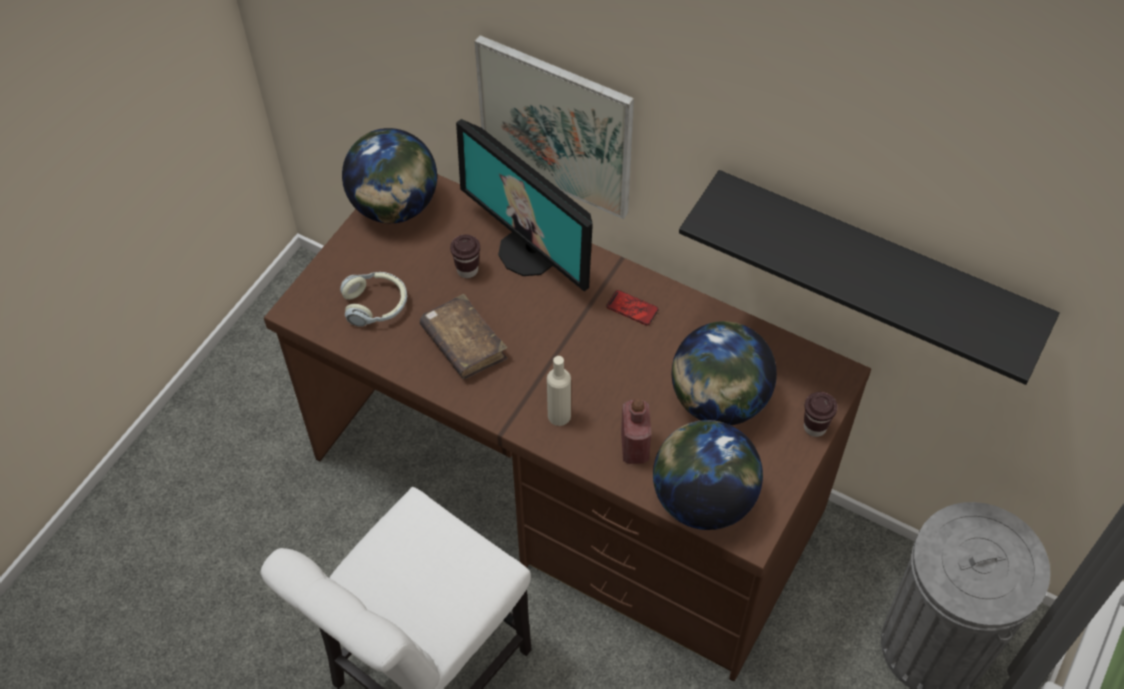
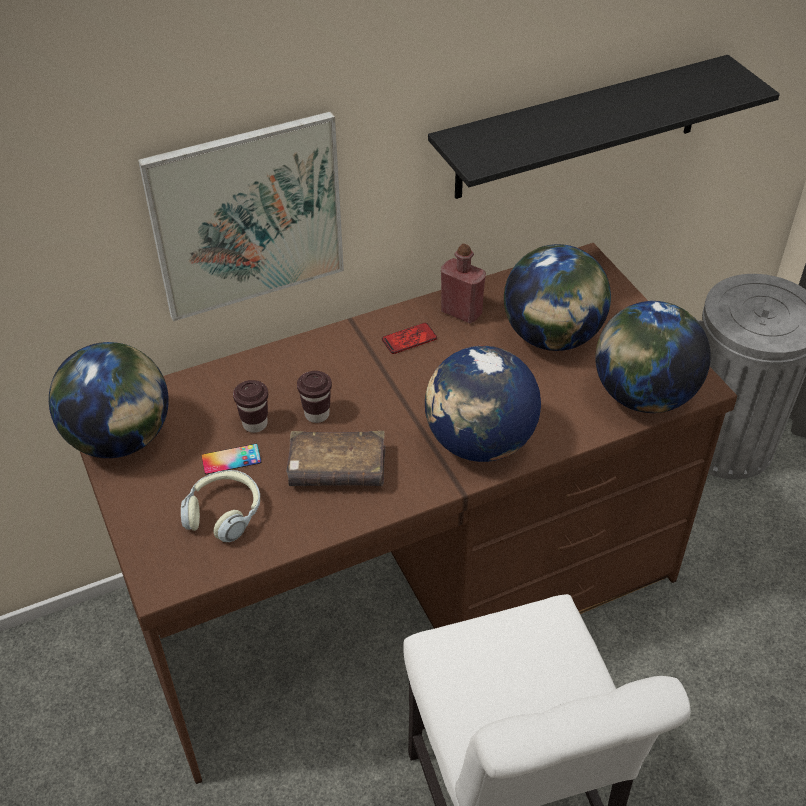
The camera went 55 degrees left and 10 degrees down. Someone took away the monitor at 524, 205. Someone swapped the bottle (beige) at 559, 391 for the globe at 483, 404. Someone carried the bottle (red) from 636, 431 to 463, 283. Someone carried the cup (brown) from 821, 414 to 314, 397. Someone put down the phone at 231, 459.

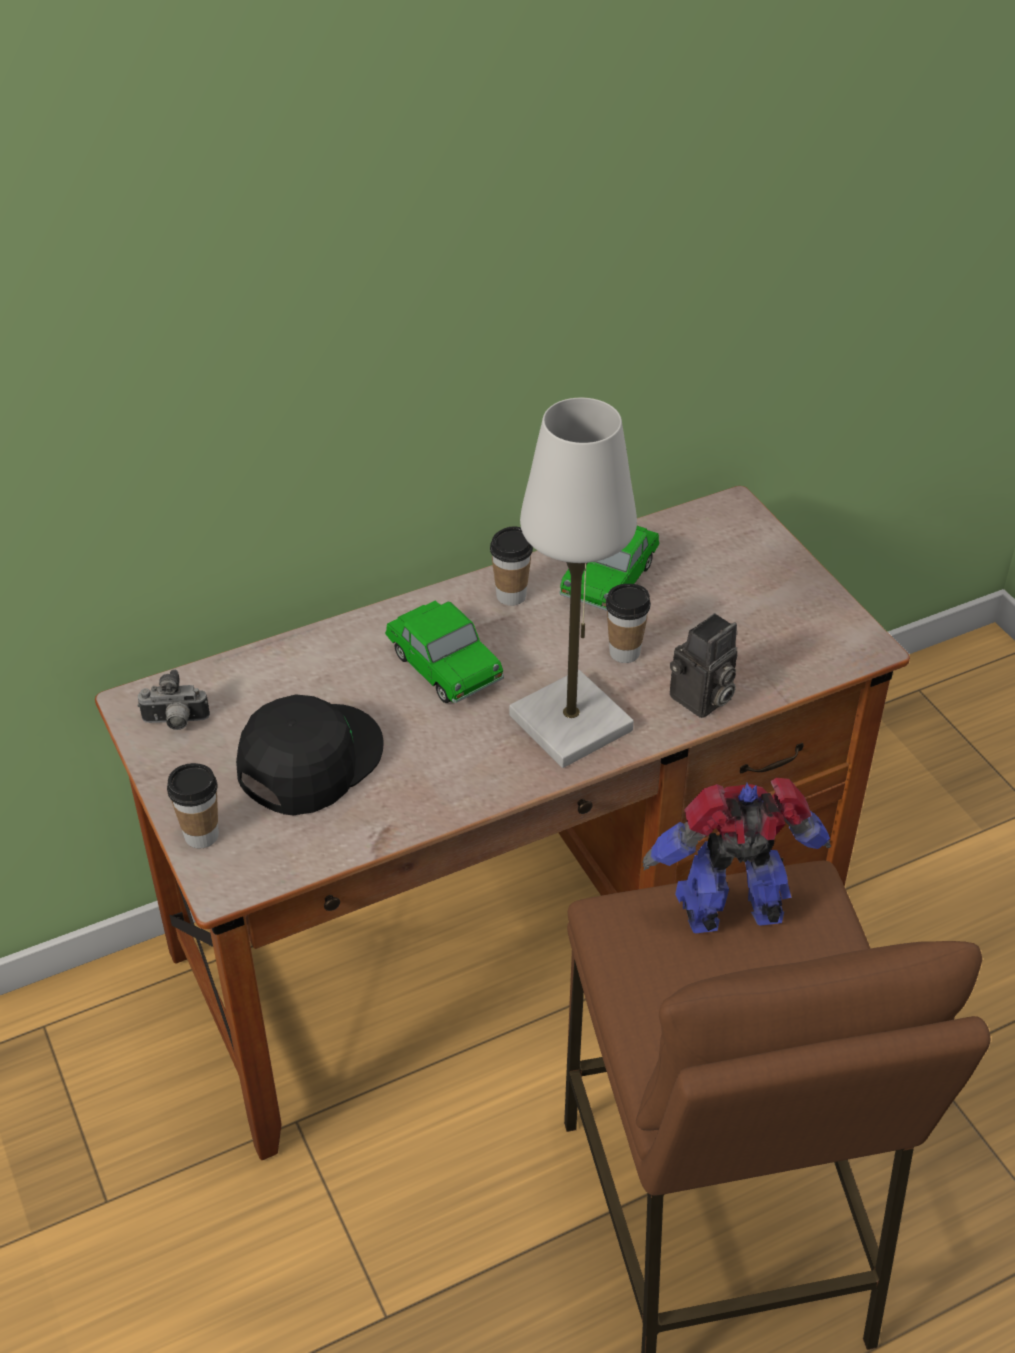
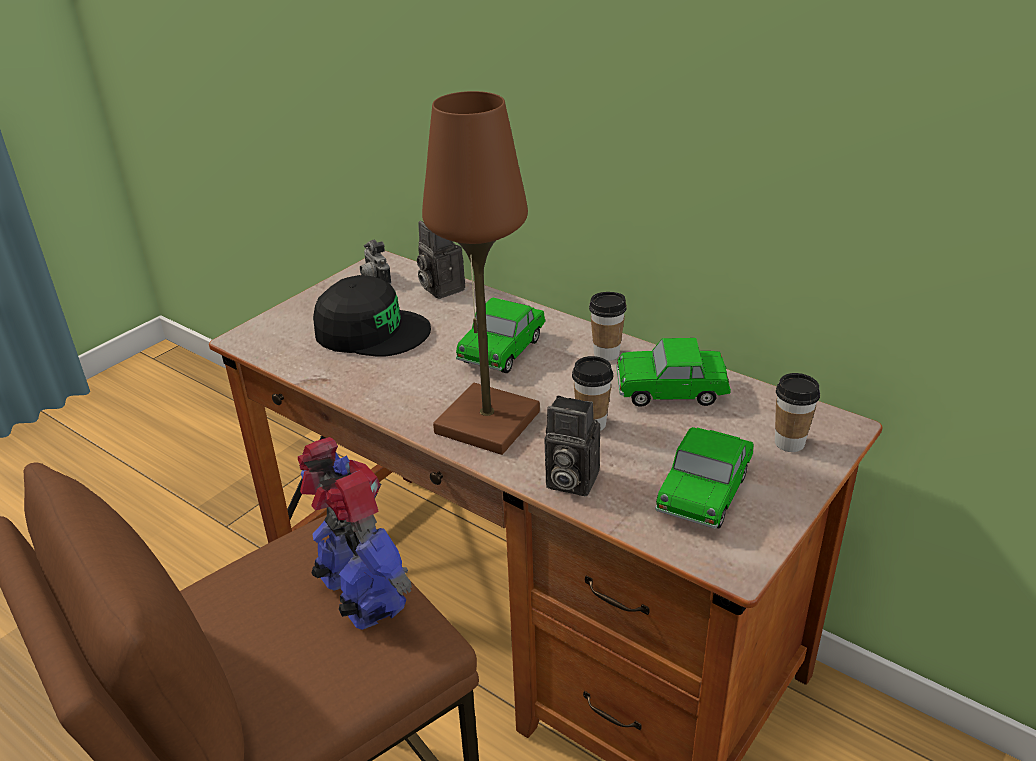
The camera went 65 degrees right and 10 degrees down. Someone carried the cup from 193, 805 to 797, 412. Someone repainted the table lamp (white) at 573, 582, which became the table lamp (brown) at 481, 273. Someone put down the photo camera at 441, 260. Someone put down the toy car at 704, 478.

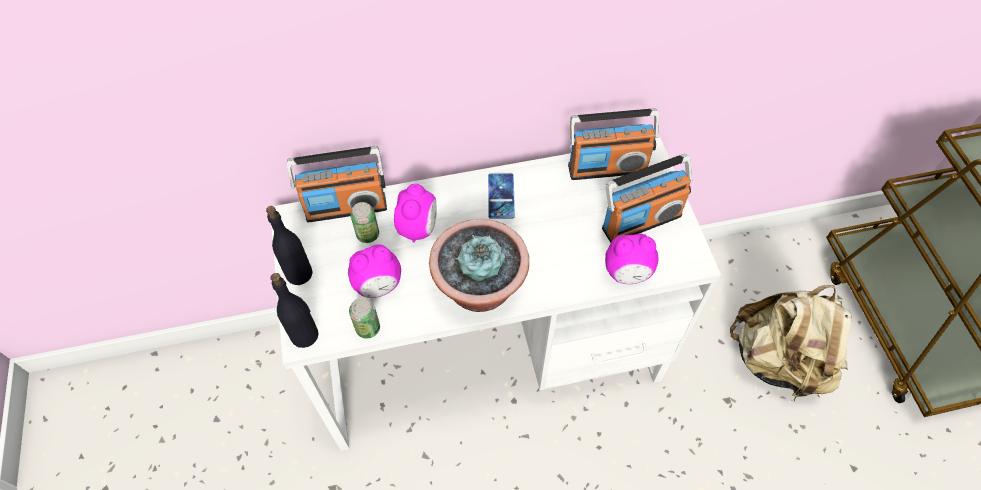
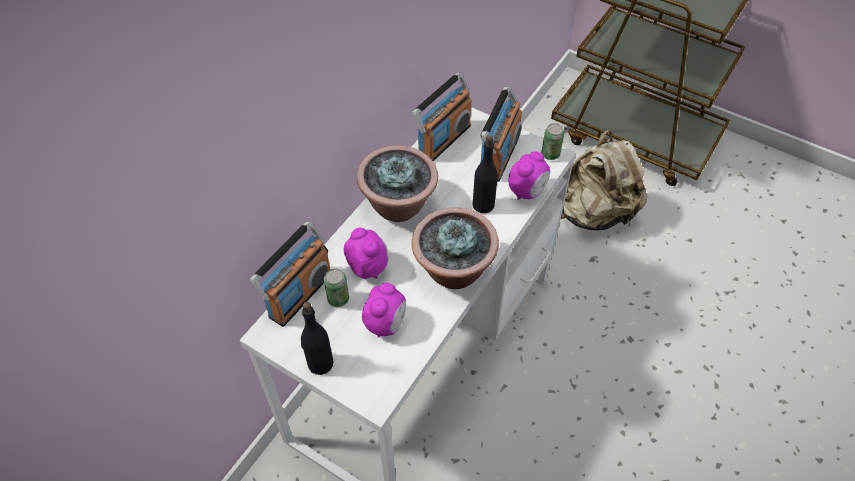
The camera went 45 degrees left and 5 degrees down. Someone carried the bottle (black) from 294, 310 to 485, 174. Someone carried the can from 364, 318 to 552, 141. Someone swapped the phone at 501, 196 for the potted plant at 397, 183.

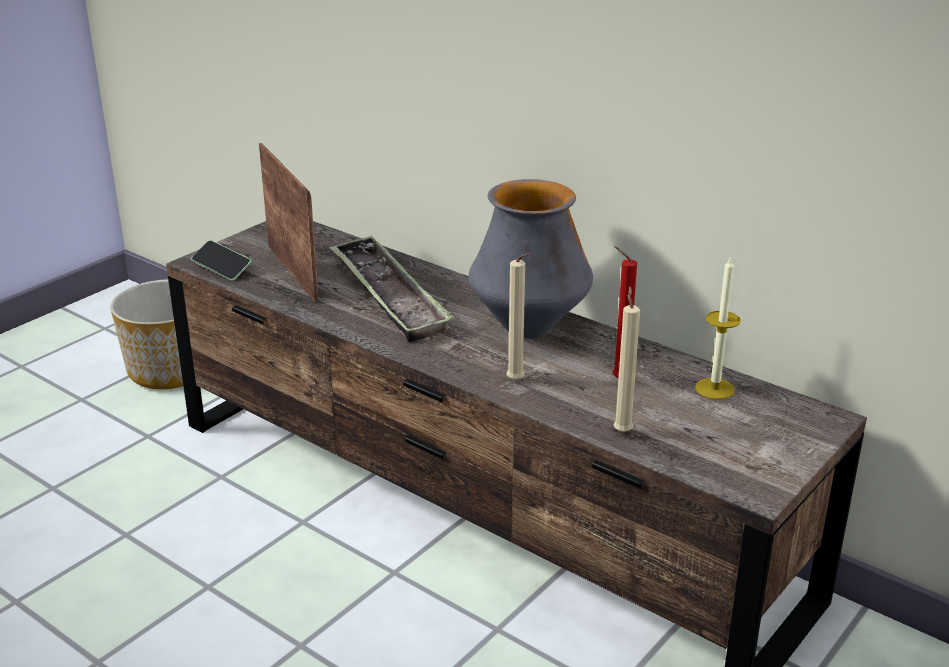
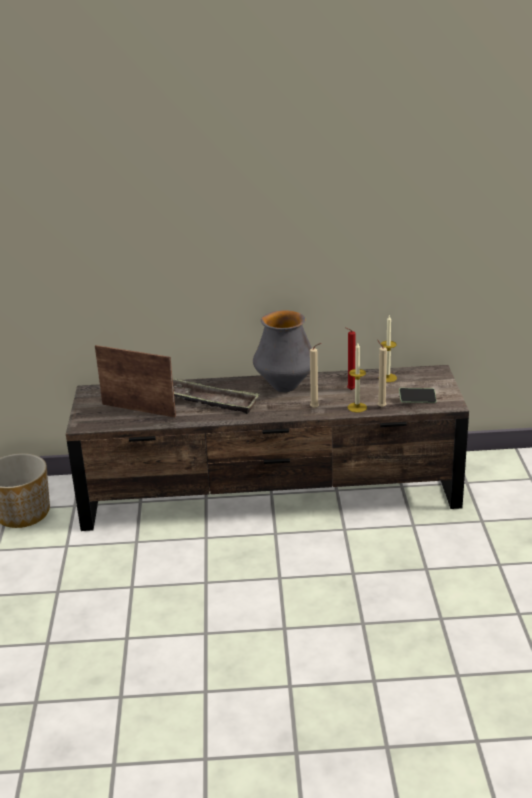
The camera went 40 degrees left and 0 degrees up. Someone carried the phone from 221, 260 to 418, 395. Someone put down the candle at 357, 378.

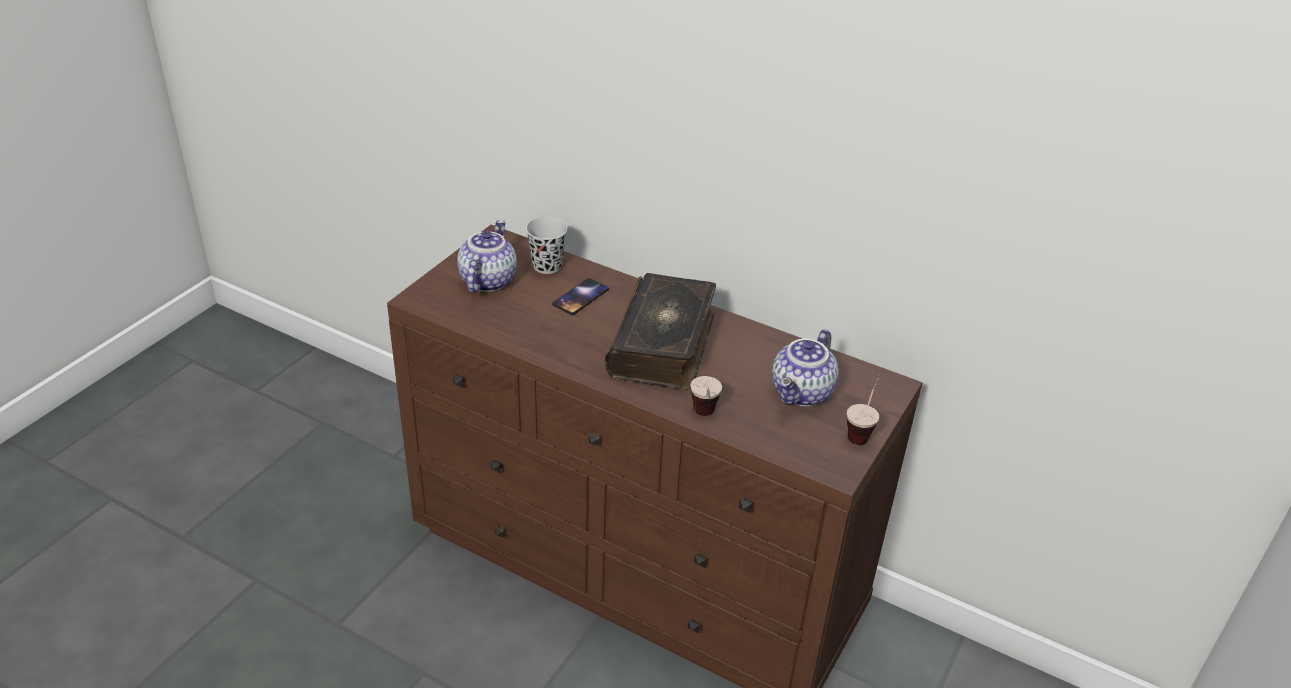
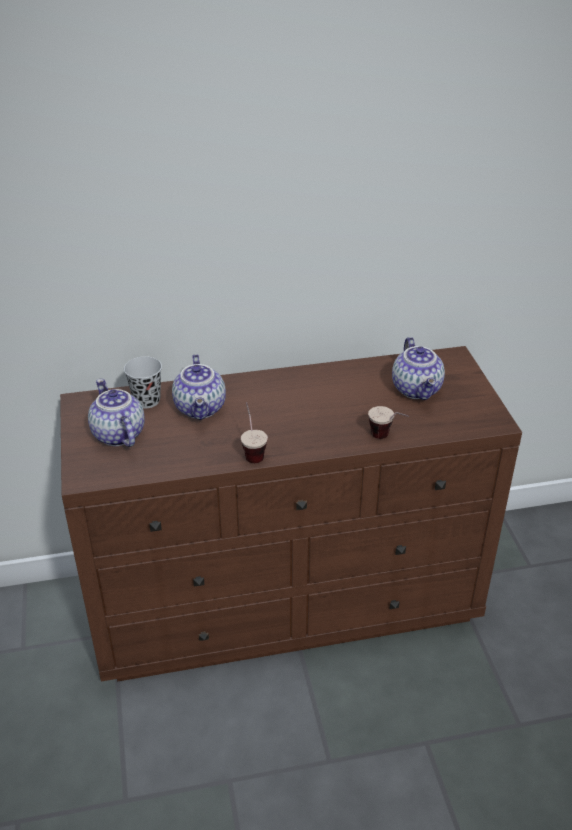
The camera went 40 degrees left and 0 degrees up. Someone swapped the phone at 580, 296 for the teapot at 199, 387. Someone took away the book at 660, 331. Someone carried the cup from 864, 409 to 254, 432.

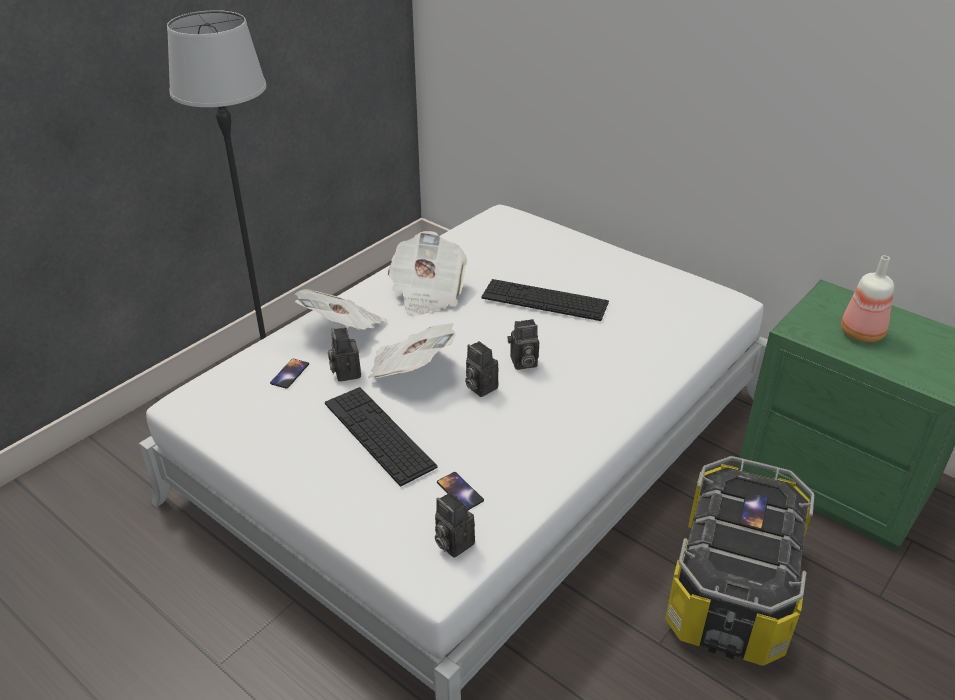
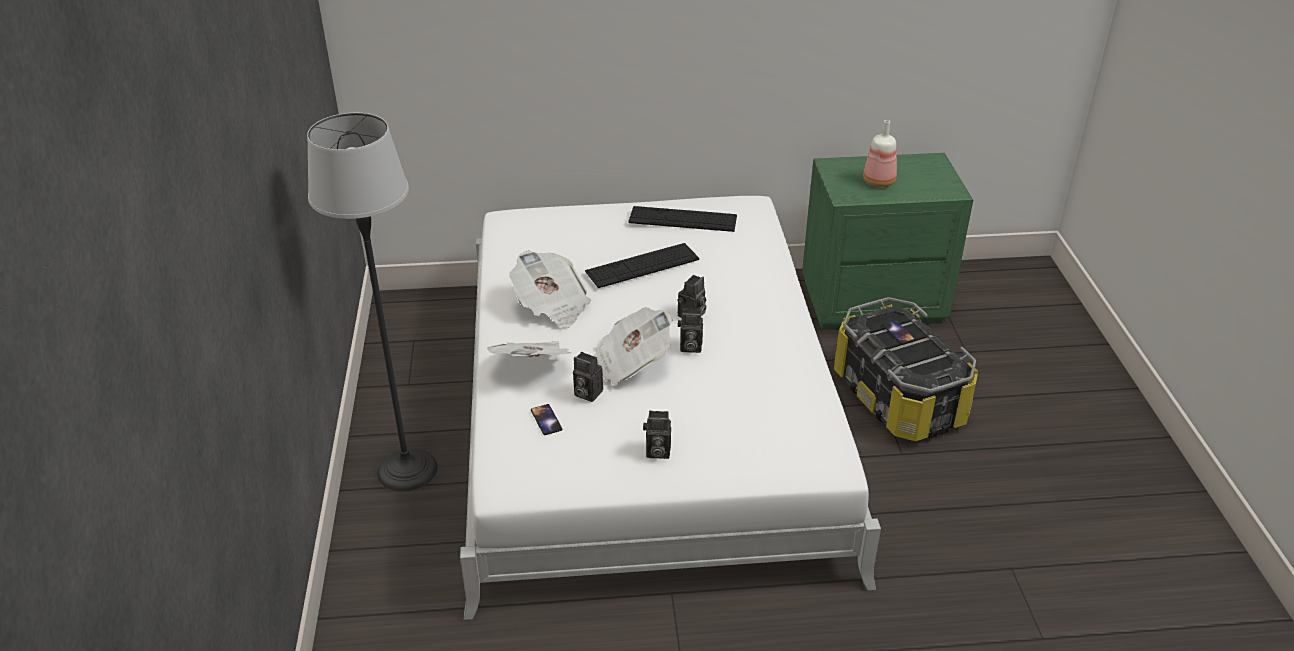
The camera went 45 degrees left and 0 degrees up. Someone carried the keyboard from 381, 436 to 682, 219. Someone carried the photo camera from 455, 525 to 657, 434. Someone took away the phone at 460, 491.

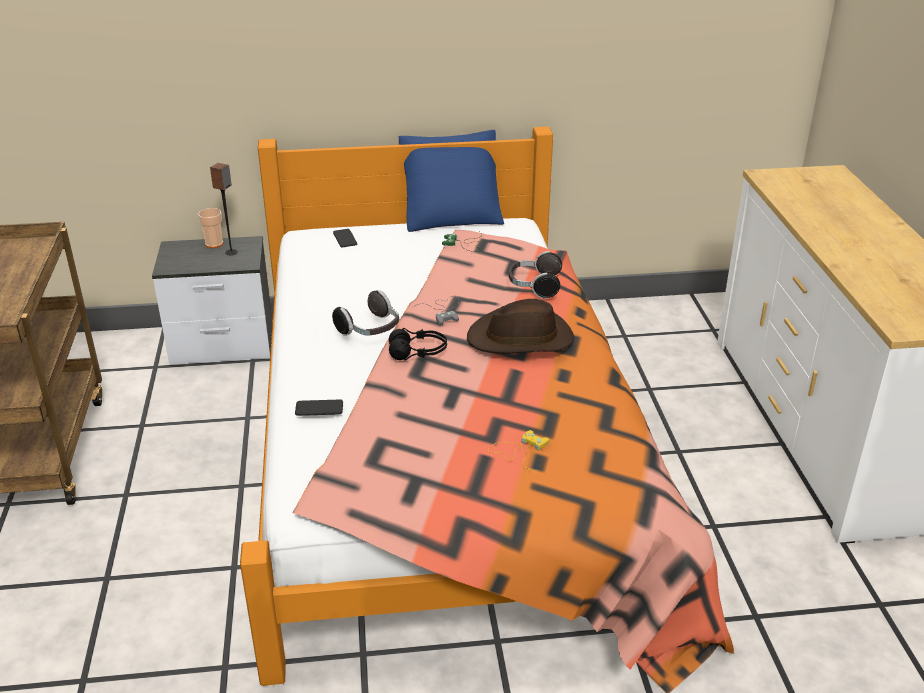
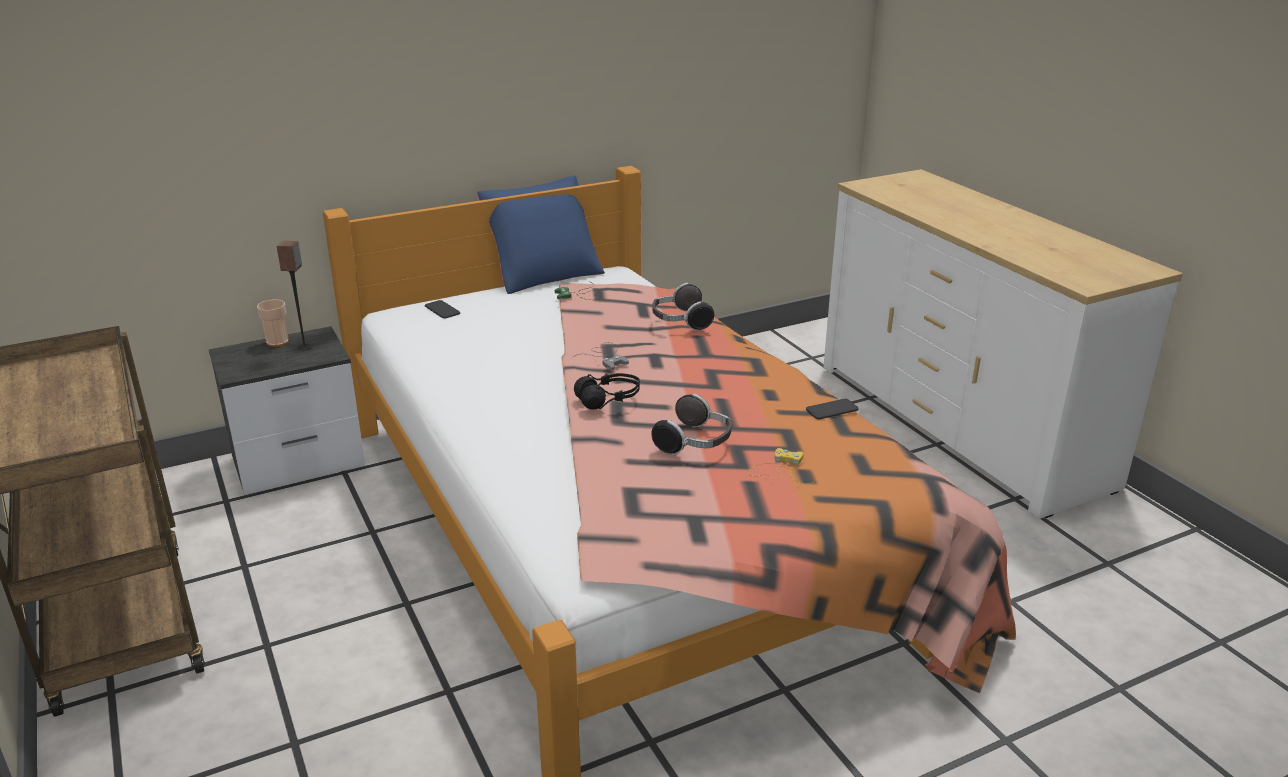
The camera went 20 degrees left and 5 degrees down. Someone carried the phone from 319, 408 to 832, 409. Someone carried the headphones from 365, 313 to 691, 424. Someone took away the hat (brown) at 520, 326.

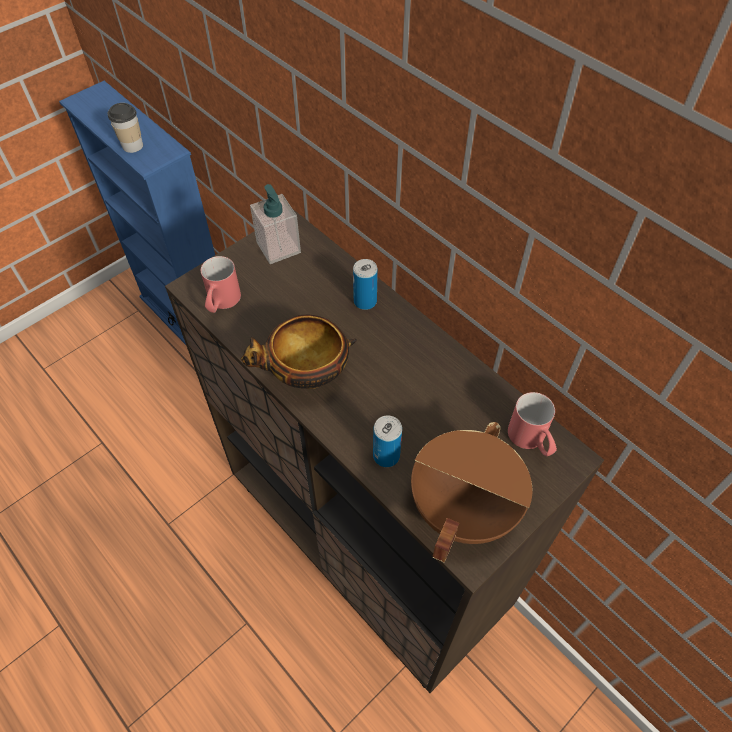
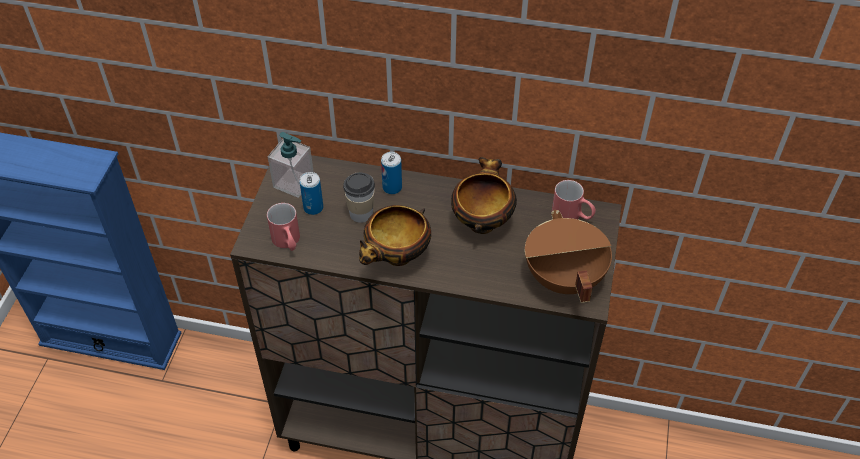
The camera went 35 degrees left and 5 degrees down. Someone carried the cup from 125, 128 to 359, 197. Someone carried the can from 387, 441 to 311, 193. Someone put down the bowl at 484, 195.

